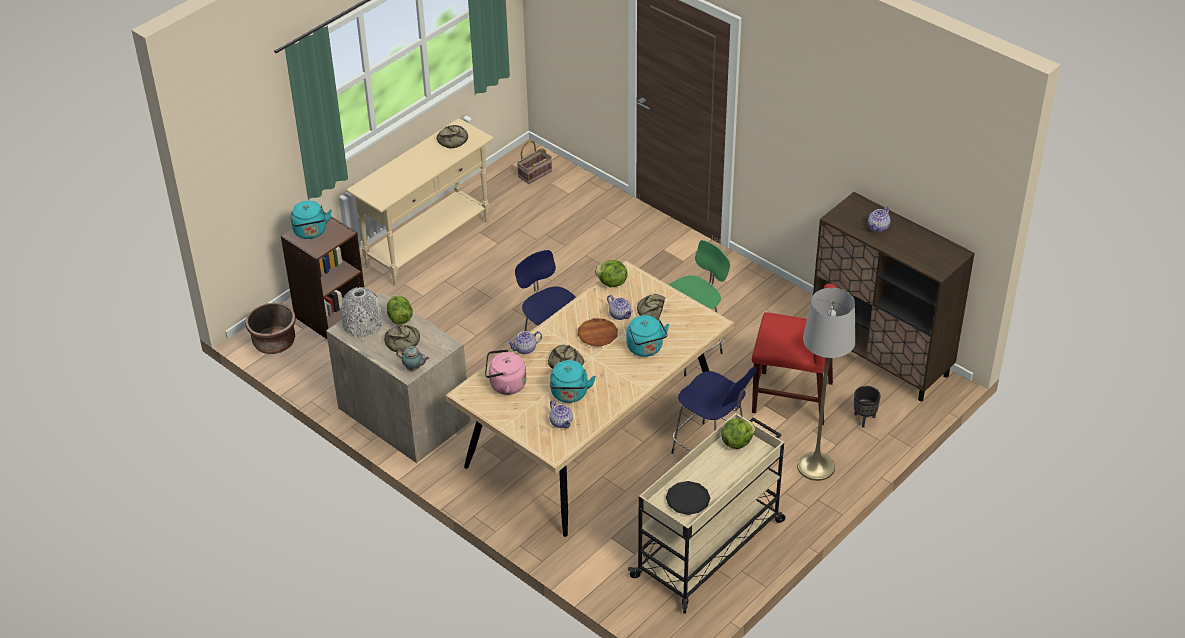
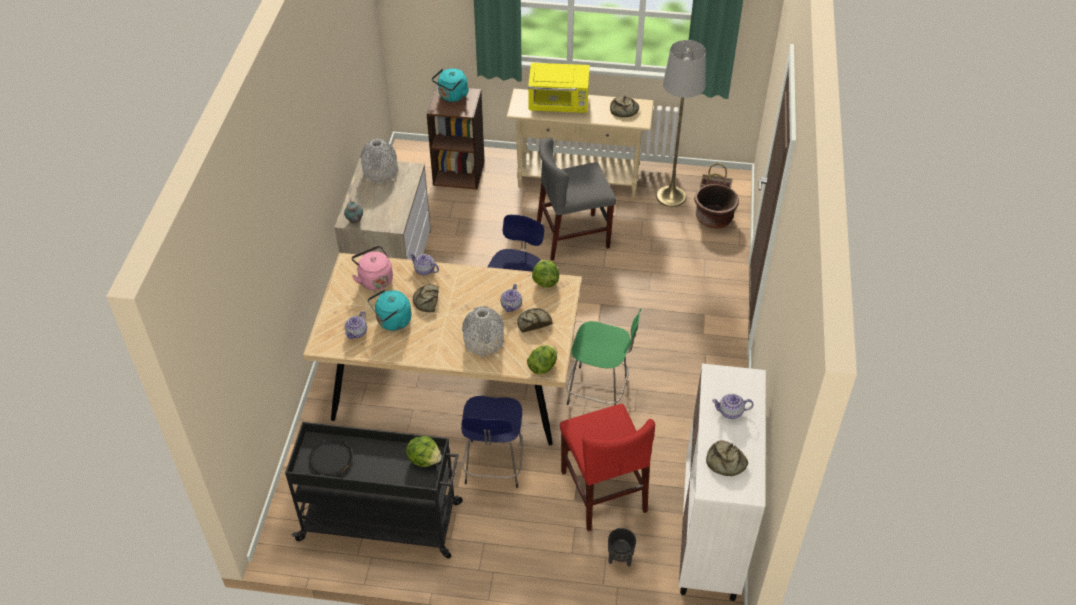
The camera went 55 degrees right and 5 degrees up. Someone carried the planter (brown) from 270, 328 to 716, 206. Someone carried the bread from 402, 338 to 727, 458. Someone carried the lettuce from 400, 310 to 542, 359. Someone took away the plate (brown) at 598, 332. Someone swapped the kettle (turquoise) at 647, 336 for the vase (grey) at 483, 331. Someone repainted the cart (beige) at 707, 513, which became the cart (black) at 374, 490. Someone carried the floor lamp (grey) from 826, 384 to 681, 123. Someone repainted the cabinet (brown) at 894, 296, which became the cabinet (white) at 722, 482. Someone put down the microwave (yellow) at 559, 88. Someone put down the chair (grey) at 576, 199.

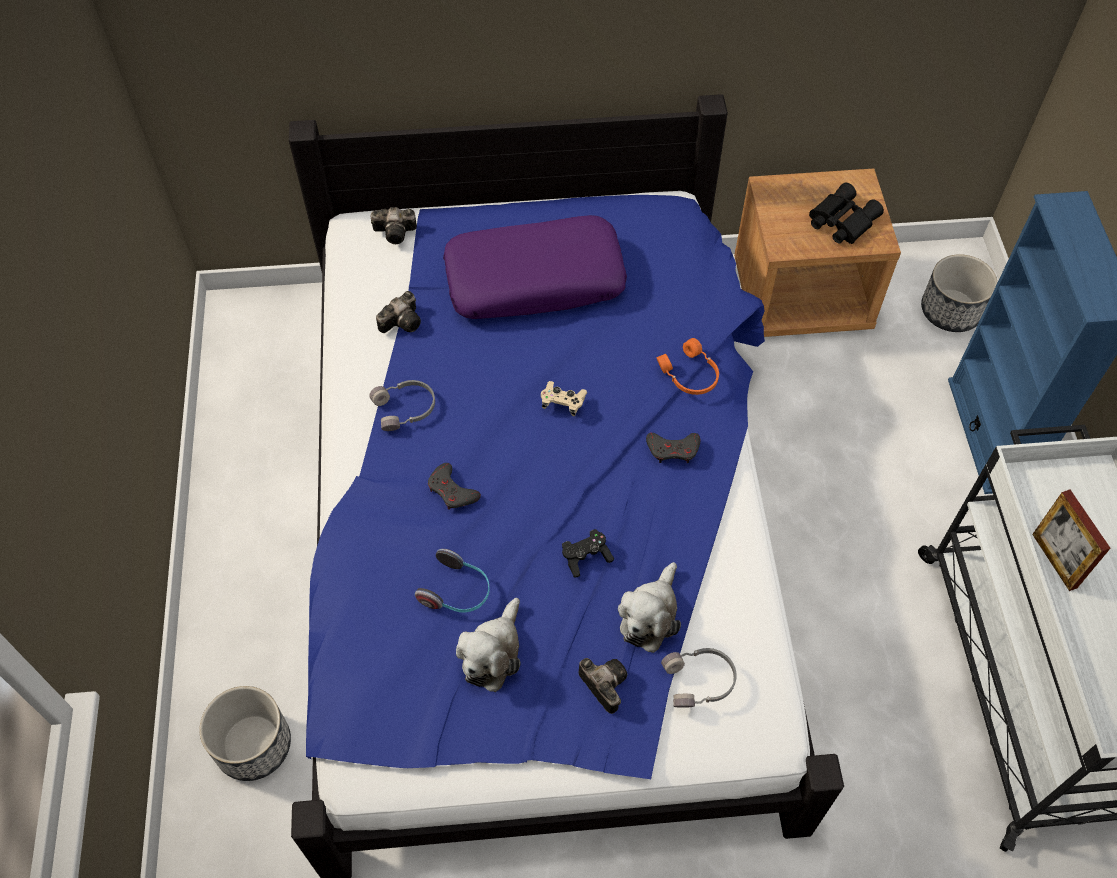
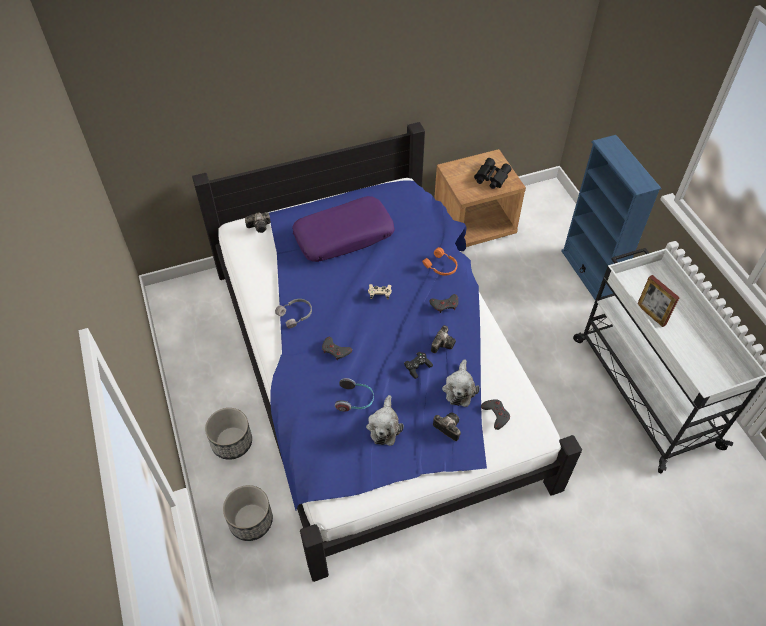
The camera went 15 degrees left and 5 degrees down. Someone carried the photo camera from 398, 312 to 443, 339. Someone swapped the headphones (grey) at 699, 678 for the game controller (grey) at 495, 414. Someone carried the planter from 959, 293 to 228, 434.

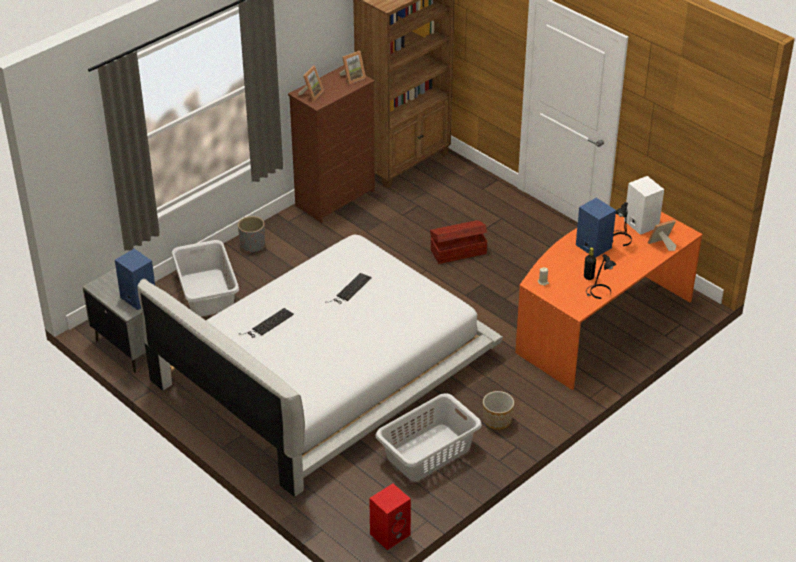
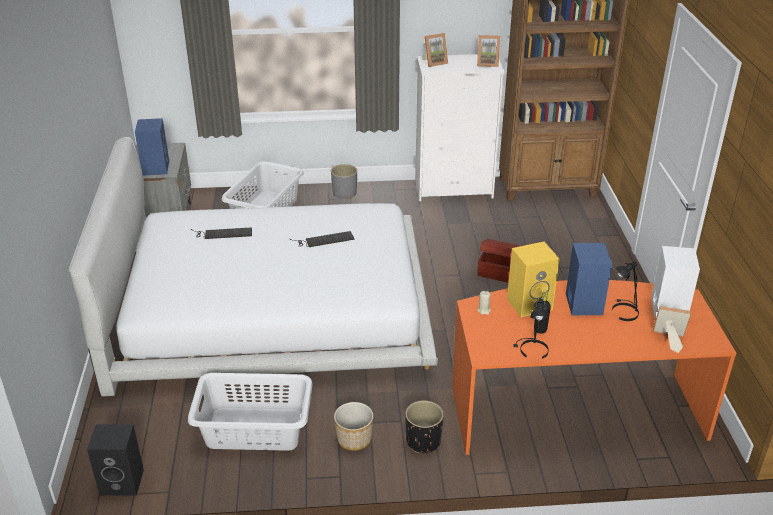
The camera went 40 degrees right and 5 degrees down. Someone repainted the dresser (brown) at 331, 144, which became the dresser (white) at 460, 127. Someone repainted the speaker (red) at 390, 517, which became the speaker (black) at 115, 460. Someone put down the planter (black) at 424, 426. Someone put down the speaker (yellow) at 533, 279.

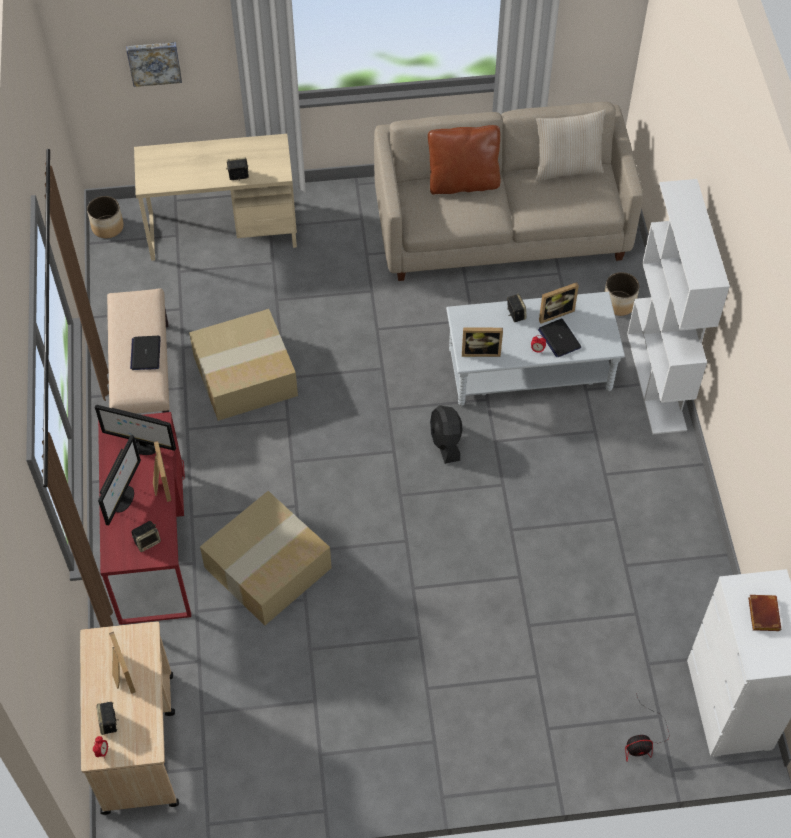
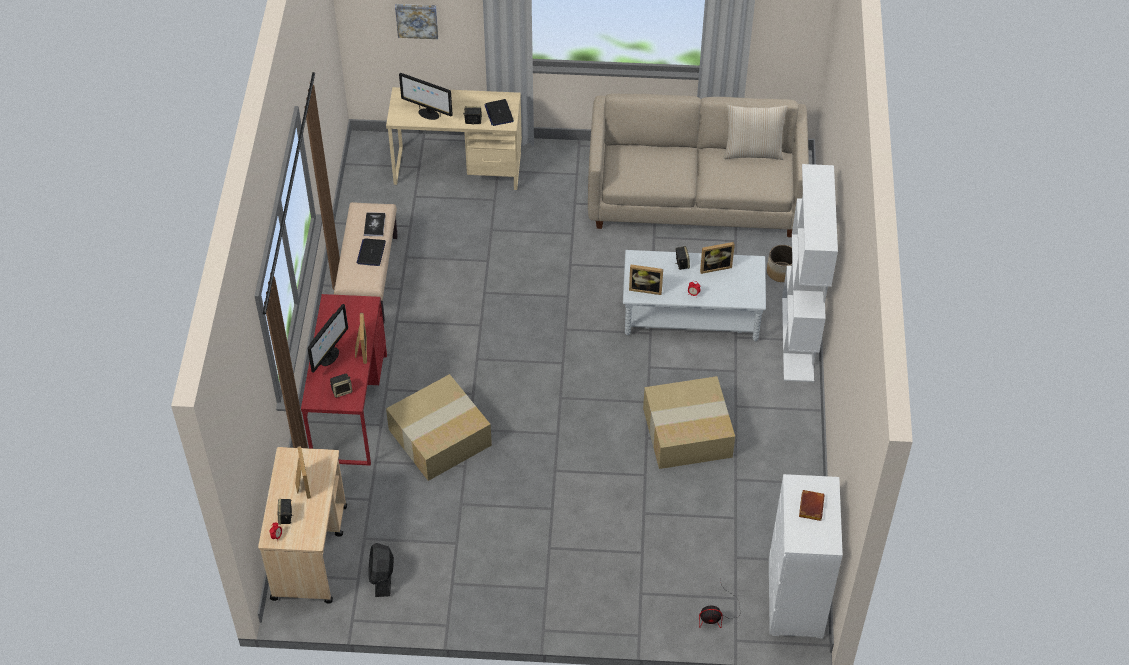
The camera went 10 degrees right and 5 degrees down. Someone took away the planter at 105, 217. Someone carried the monitor from 135, 430 to 426, 96. Someone carried the cardboard box from 243, 365 to 689, 422. Someone took away the pillow (brown) at 464, 160. Someone carried the fan (black) from 446, 434 to 381, 570. Someone carried the laptop from 559, 337 to 499, 112. Someone put down the book at 375, 224.

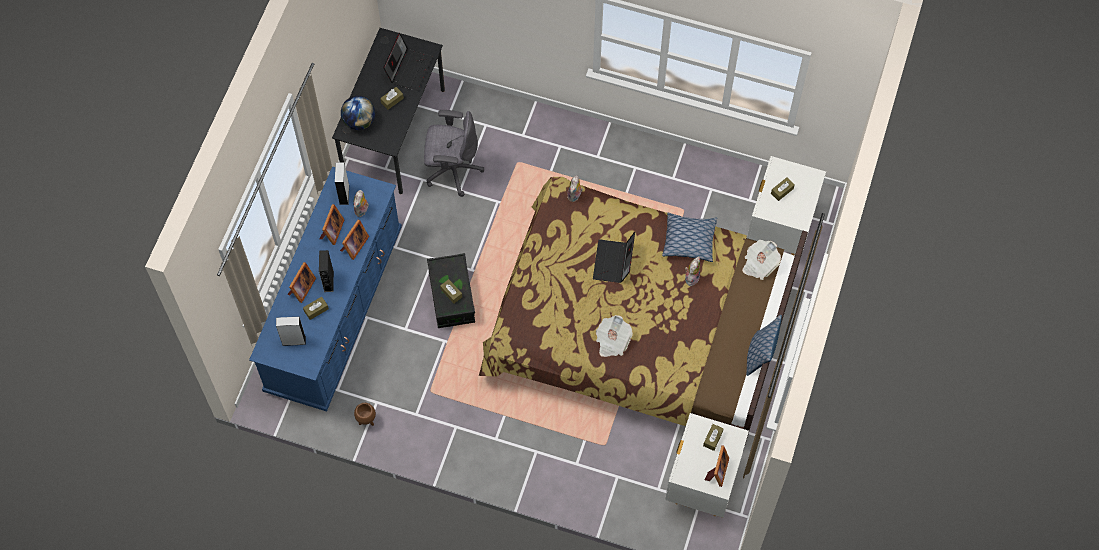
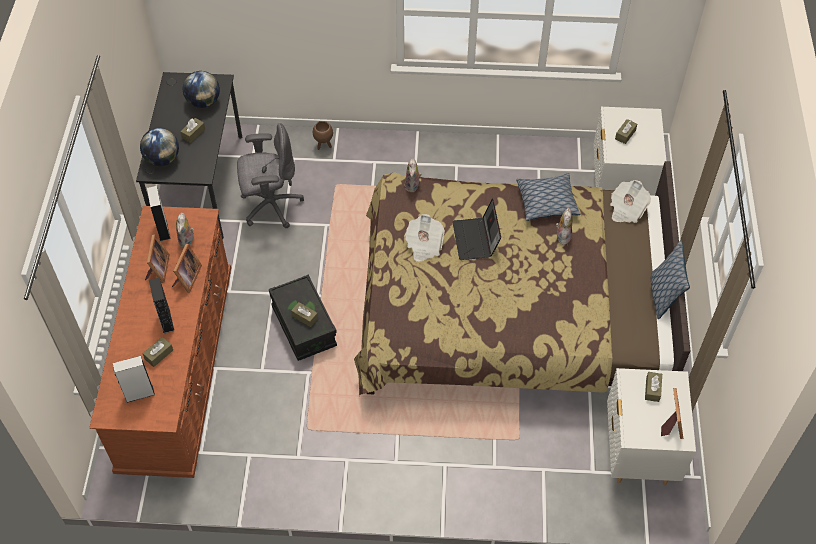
The camera went 15 degrees left and 10 degrees down. Someone repainted the dresser (blue) at 325, 288, which became the dresser (brown) at 160, 342. Someone took away the picture frame at 301, 282. Someone carried the planter (brown) from 365, 414 to 323, 135. Someone swapped the laptop at 408, 62 for the globe at 201, 89. Someone carried the newspaper from 614, 336 to 425, 238.

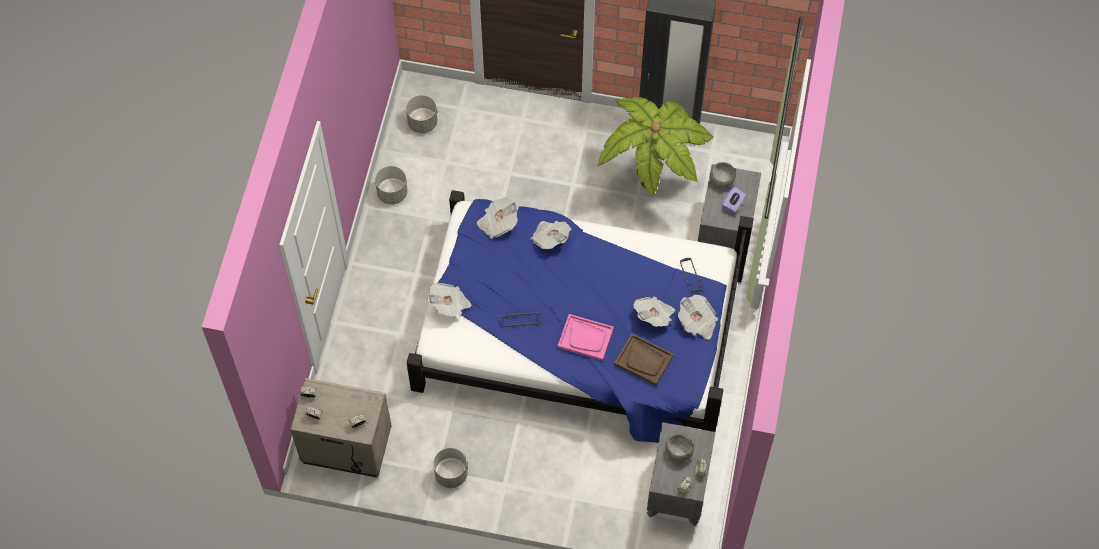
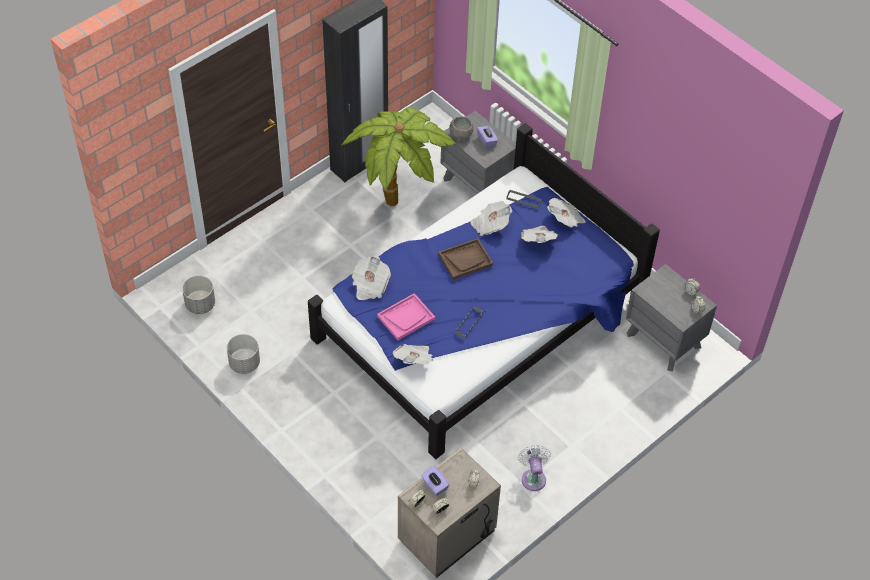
The camera went 55 degrees left and 10 degrees down. Someone swapped the planter (grey) at 450, 468 for the fan (white) at 534, 468. Someone carried the newspaper from 550, 235 to 491, 218. Someone carried the tray (pink) from 586, 337 to 406, 316. Someone carried the tray (brown) from 644, 360 to 465, 259. Someone took away the bowl (grey) at 680, 447. Someone put down the tissue box (purple) at 435, 481.

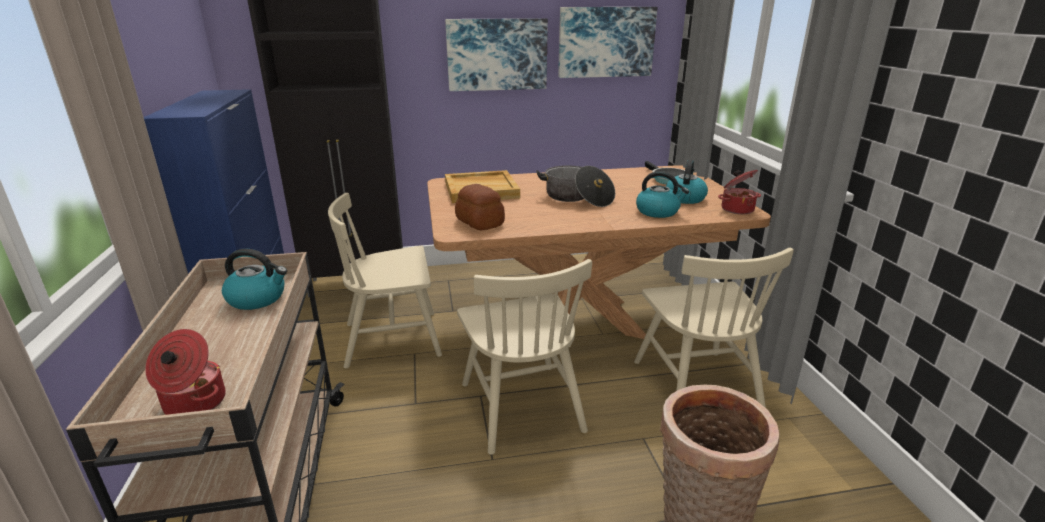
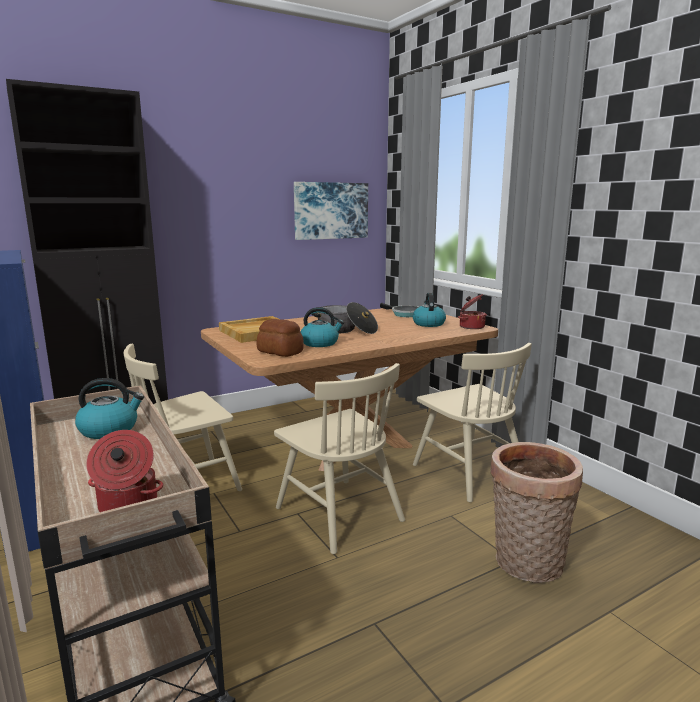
The camera went 20 degrees left and 10 degrees down. Someone took away the picture at 496, 54. Someone carried the kettle from 662, 194 to 322, 327.

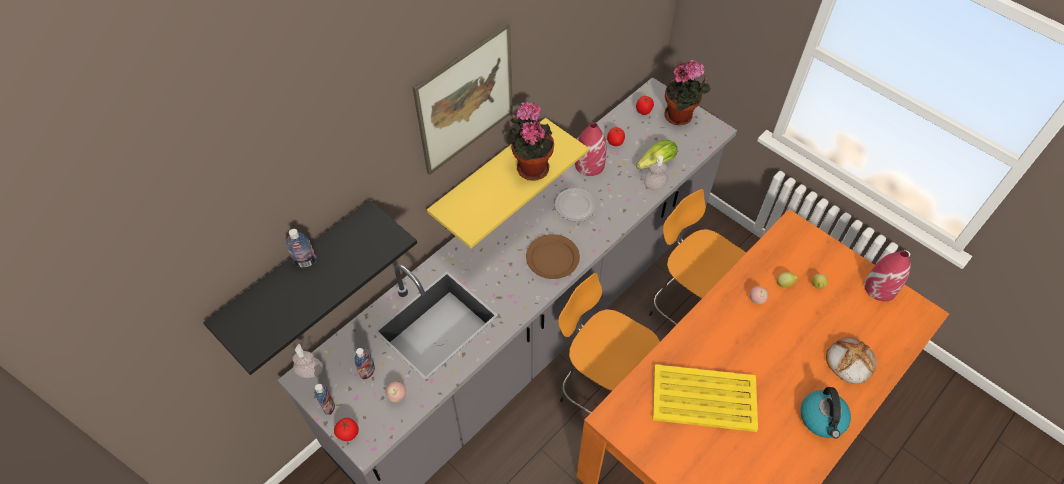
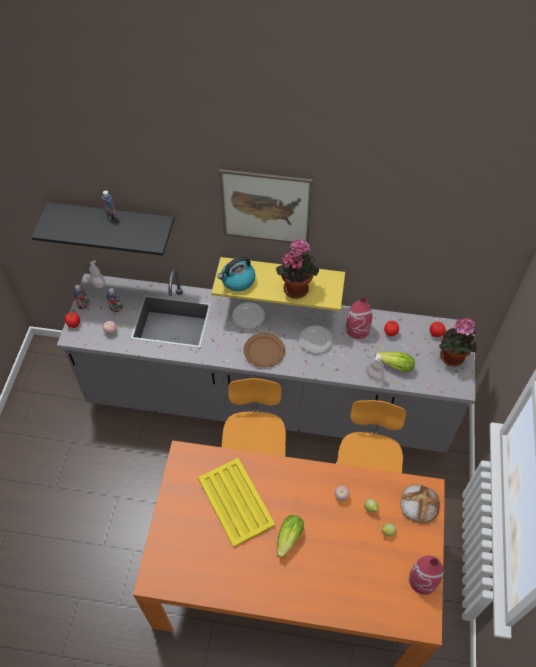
The camera went 55 degrees right and 0 degrees up. Someone carried the kettle from 826, 413 to 236, 273. Someone carried the bread from 851, 360 to 420, 504. Someone put down the plate at 248, 315. Someone put down the lettuce at 290, 536.

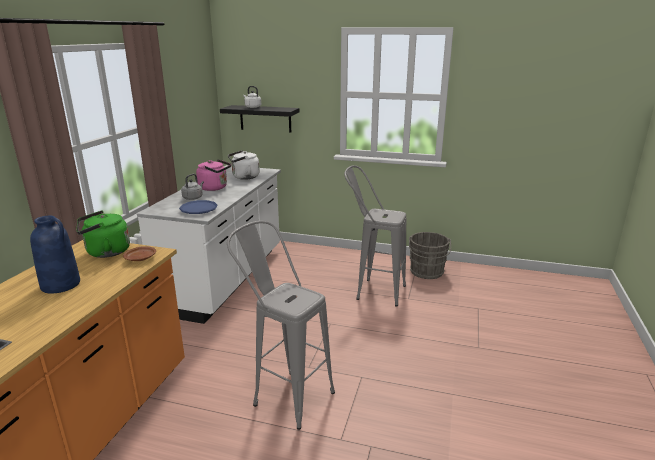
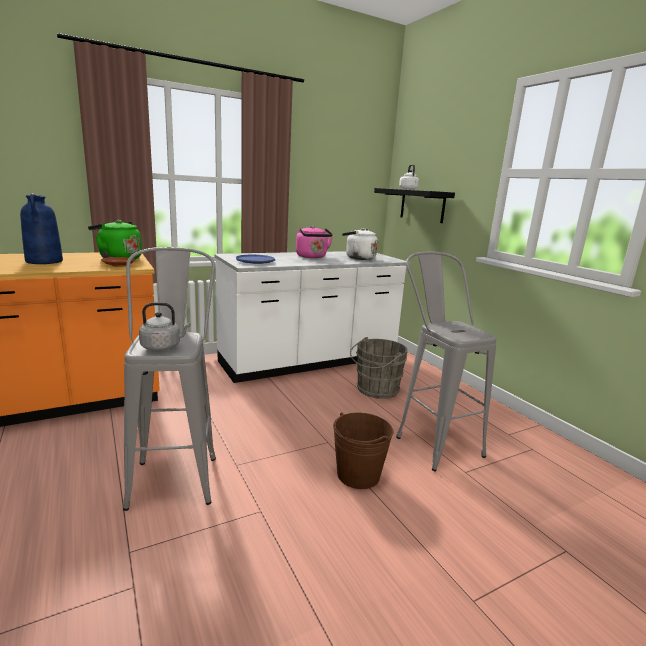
The camera went 45 degrees right and 5 degrees down. Someone carried the kettle (grey) from 192, 187 to 165, 326. Someone carried the bucket (grey) from 430, 255 to 379, 368. Someone put down the bucket (brown) at 363, 450.

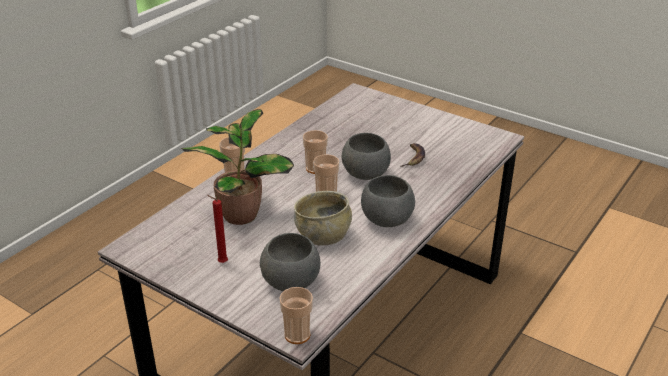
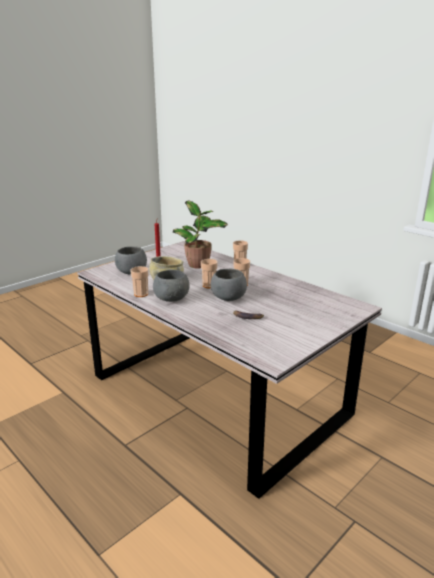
The camera went 100 degrees right and 10 degrees down. Someone carried the cup from 296, 315 to 139, 281.

